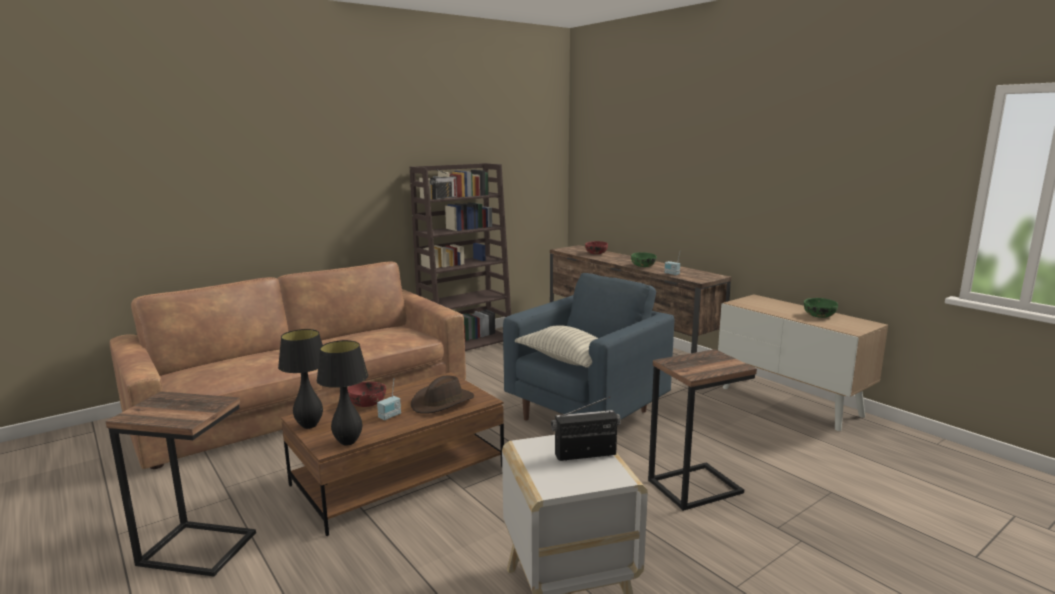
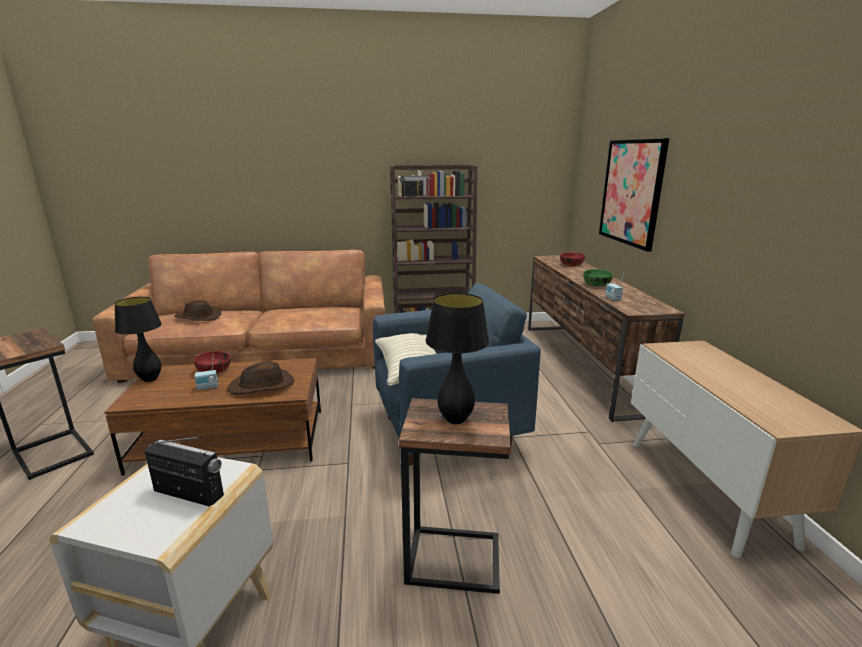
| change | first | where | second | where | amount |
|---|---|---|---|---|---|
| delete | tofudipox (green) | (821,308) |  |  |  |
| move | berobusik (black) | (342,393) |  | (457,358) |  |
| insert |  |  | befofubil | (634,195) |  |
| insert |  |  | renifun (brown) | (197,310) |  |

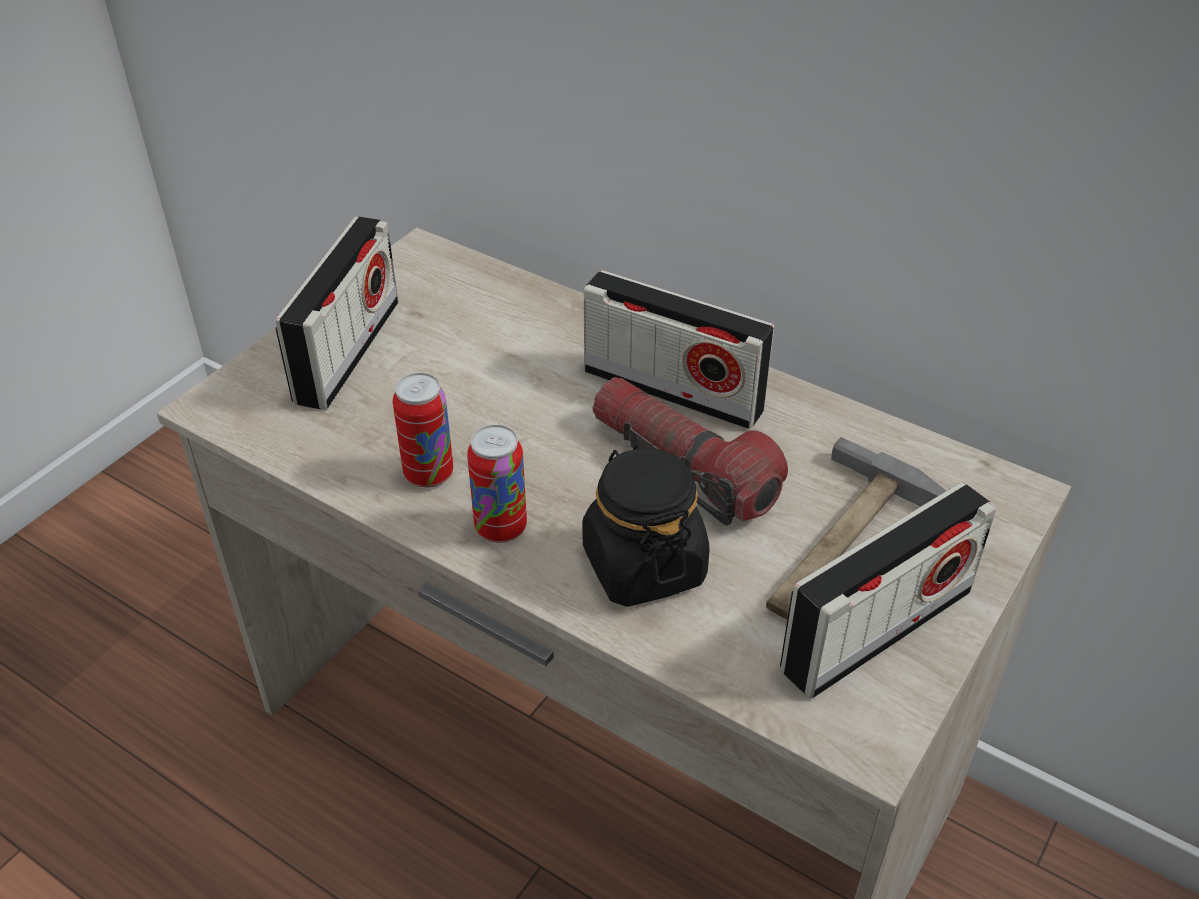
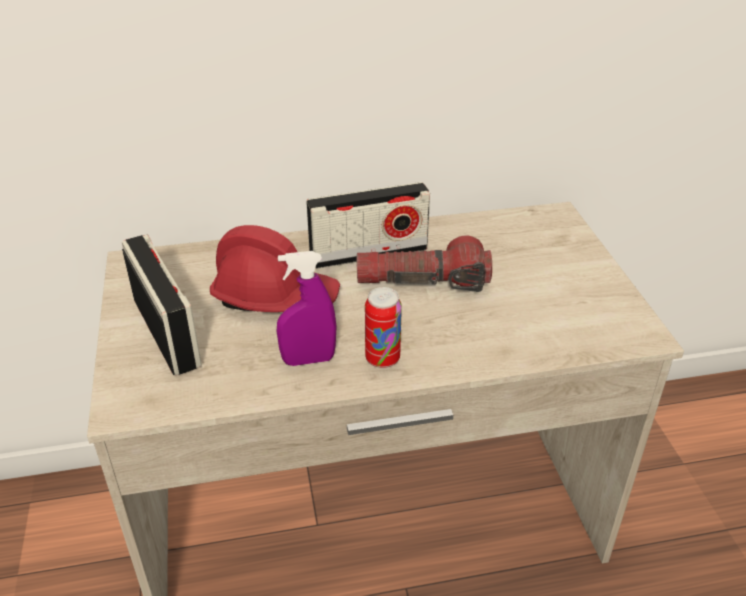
| change | first | where | second | where | amount |
|---|---|---|---|---|---|
| replace | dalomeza | (423,430) | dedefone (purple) | (307,308) |  |
| delete | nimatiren | (856,528) |  |  |  |
| delete | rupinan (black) | (645,525) |  |  |  |
| delete | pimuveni | (888,590) |  |  |  |
| insert |  |  | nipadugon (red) | (275,268) |  |

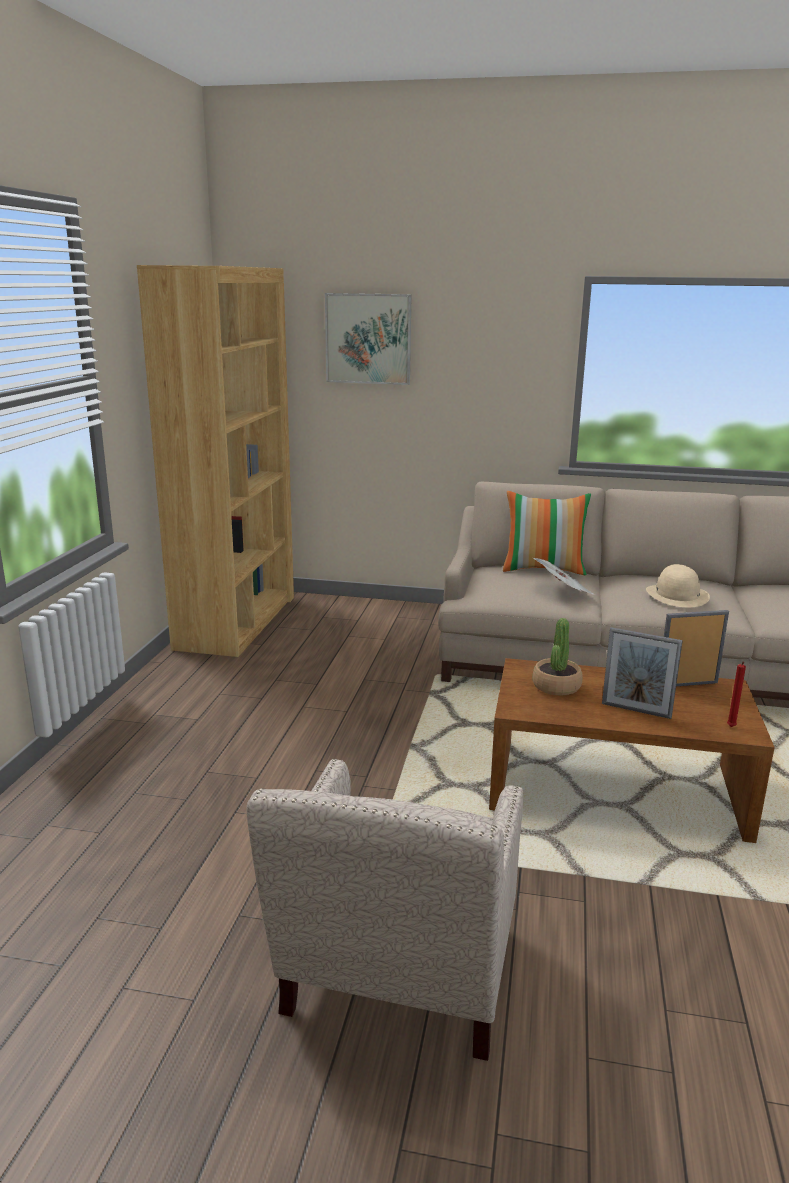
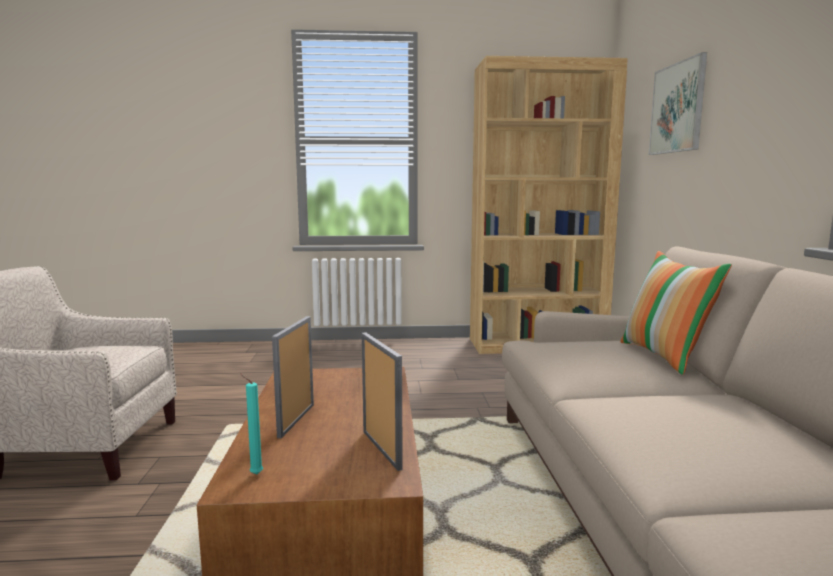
| change | first | where | second | where | amount |
|---|---|---|---|---|---|
| delete | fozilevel | (564,576) |  |  |  |
| delete | renifun (beige) | (678,585) |  |  |  |
| delete | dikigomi | (557,657) |  |  |  |
| recolor | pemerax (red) | (736,694) | pemerax (turquoise) | (251,424) |  |

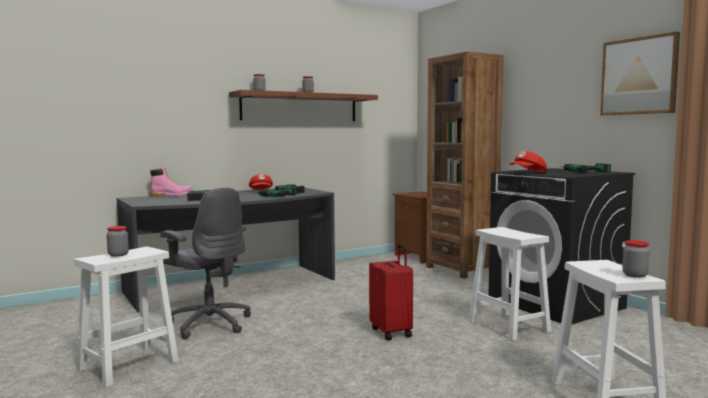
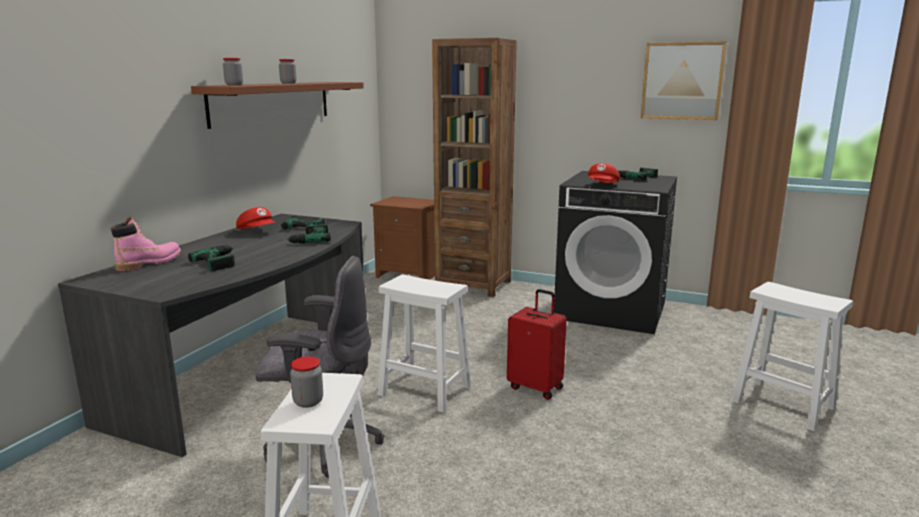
| change | first | where | second | where | amount |
|---|---|---|---|---|---|
| move | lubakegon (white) | (510,284) |  | (424,343) |  |
| delete | rupinan | (636,259) |  |  |  |

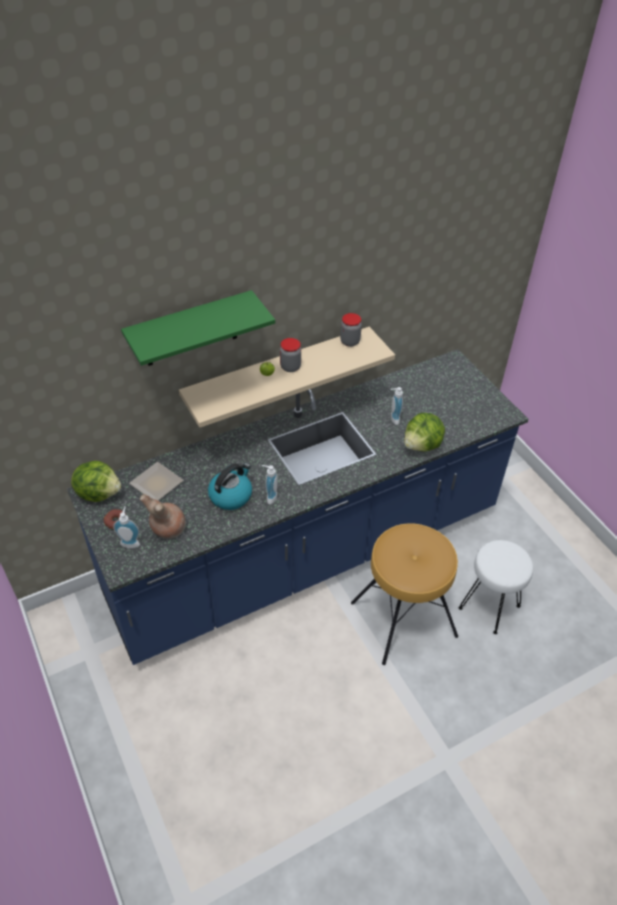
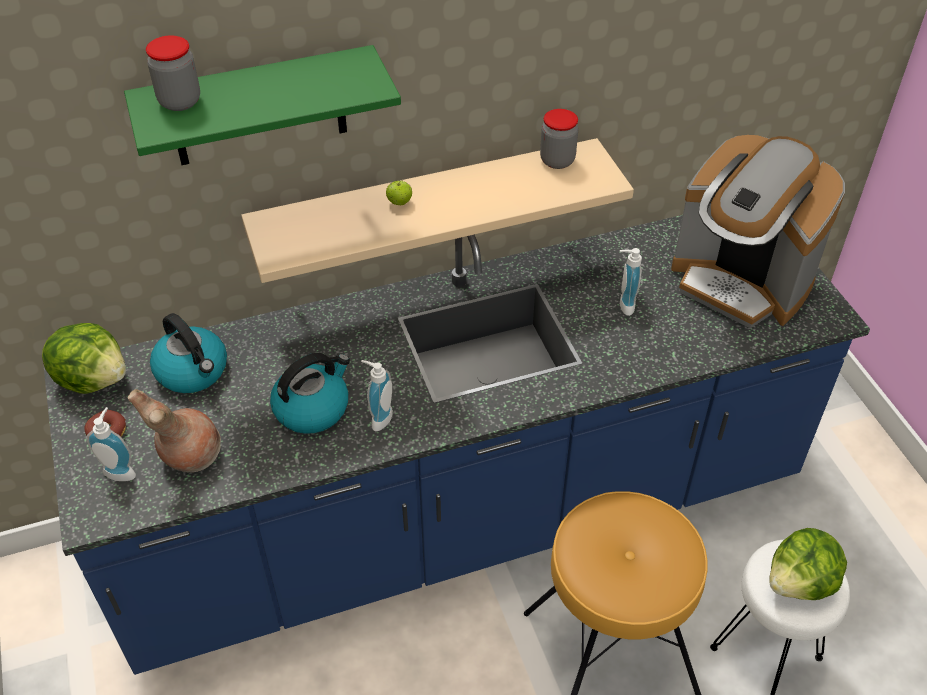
| change | first | where | second | where | amount |
|---|---|---|---|---|---|
| move | rupinan | (290,355) |  | (173,73) |  |
| move | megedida | (424,432) |  | (808,564) |  |
| replace | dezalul | (156,481) | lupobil | (188,353) |  |
| insert |  |  | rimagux | (758,231) |  |

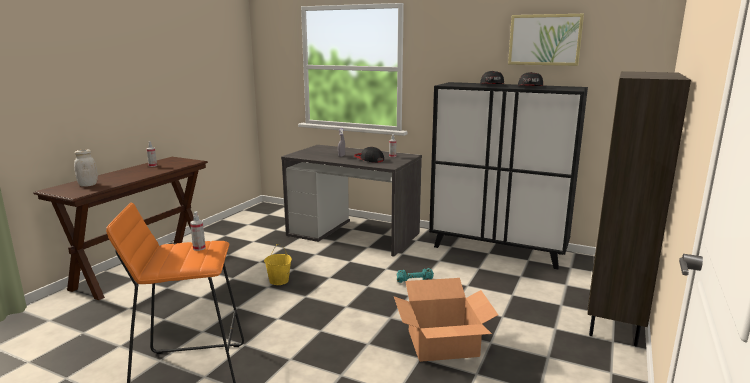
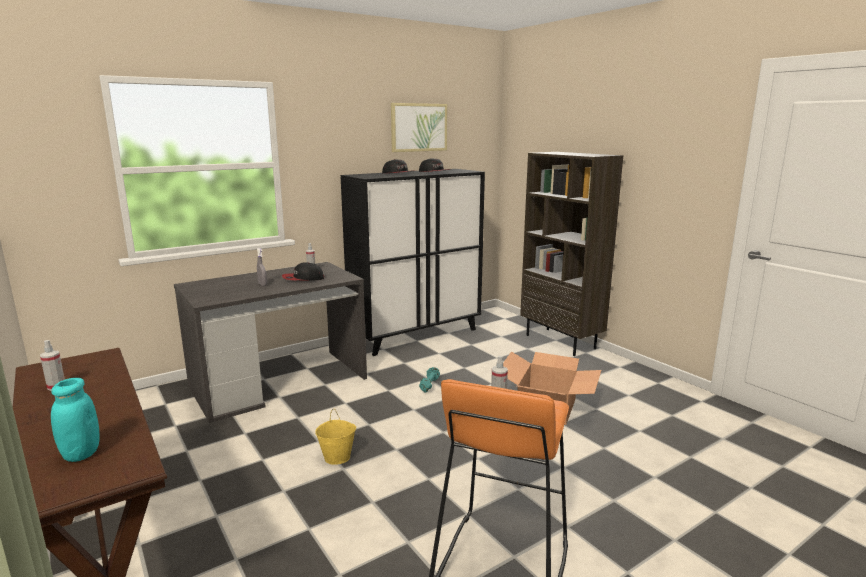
| change | first | where | second | where | amount |
|---|---|---|---|---|---|
| recolor | rupinan (white) | (86,168) | rupinan (turquoise) | (75,420) |  |

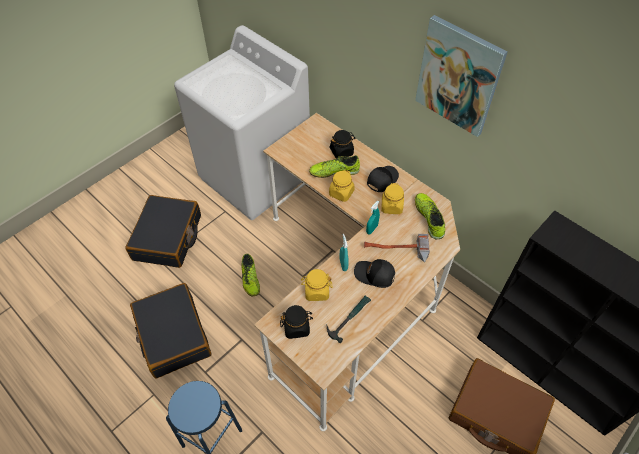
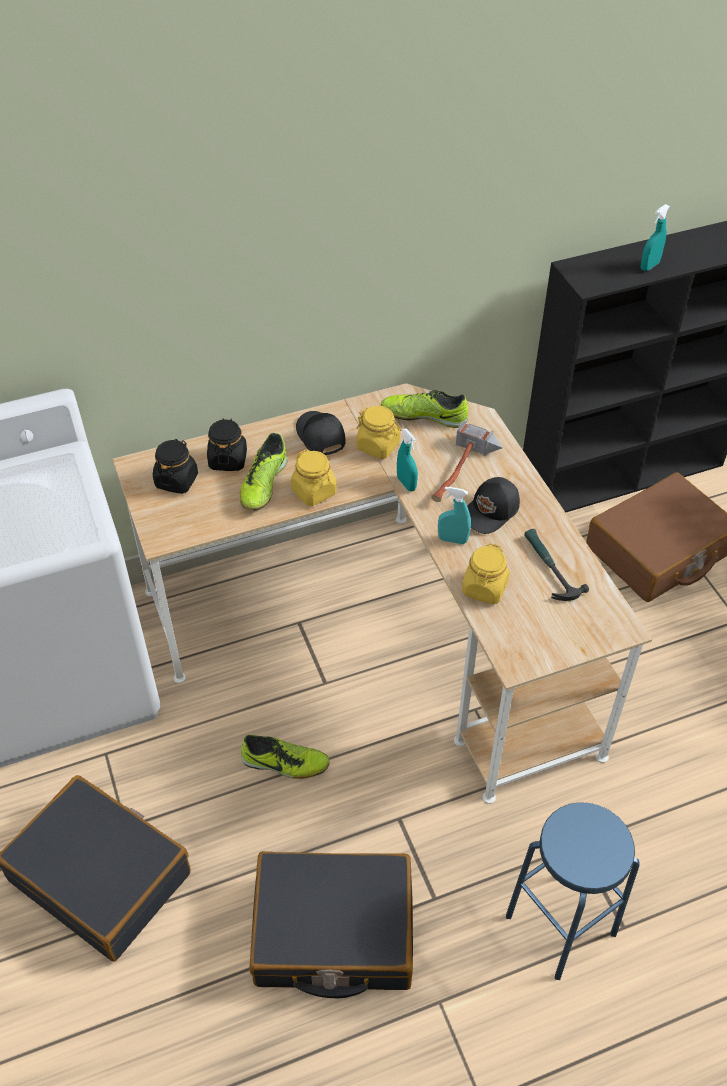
| change | first | where | second | where | amount |
|---|---|---|---|---|---|
| delete | befofubil | (461,76) |  |  |  |
| move | rupinan (black) | (296,322) |  | (175,466) |  |
| insert |  |  | dedefone (turquoise) | (655,237) |  |

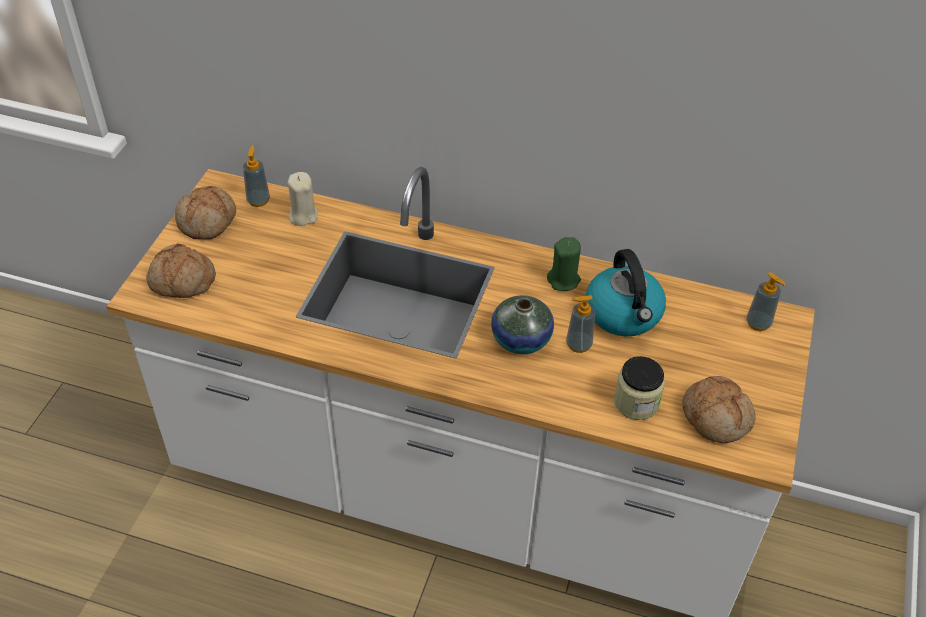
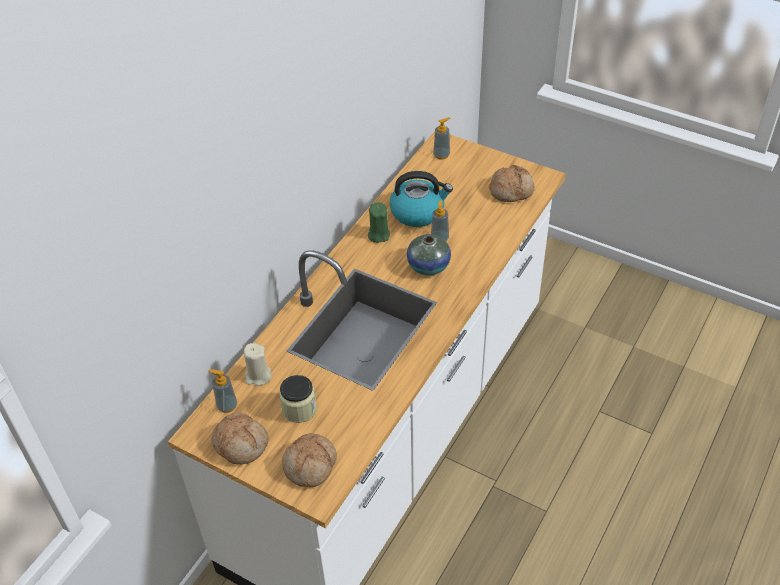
| change | first | where | second | where | amount |
|---|---|---|---|---|---|
| move | rupinan | (639,388) |  | (298,399) |  |

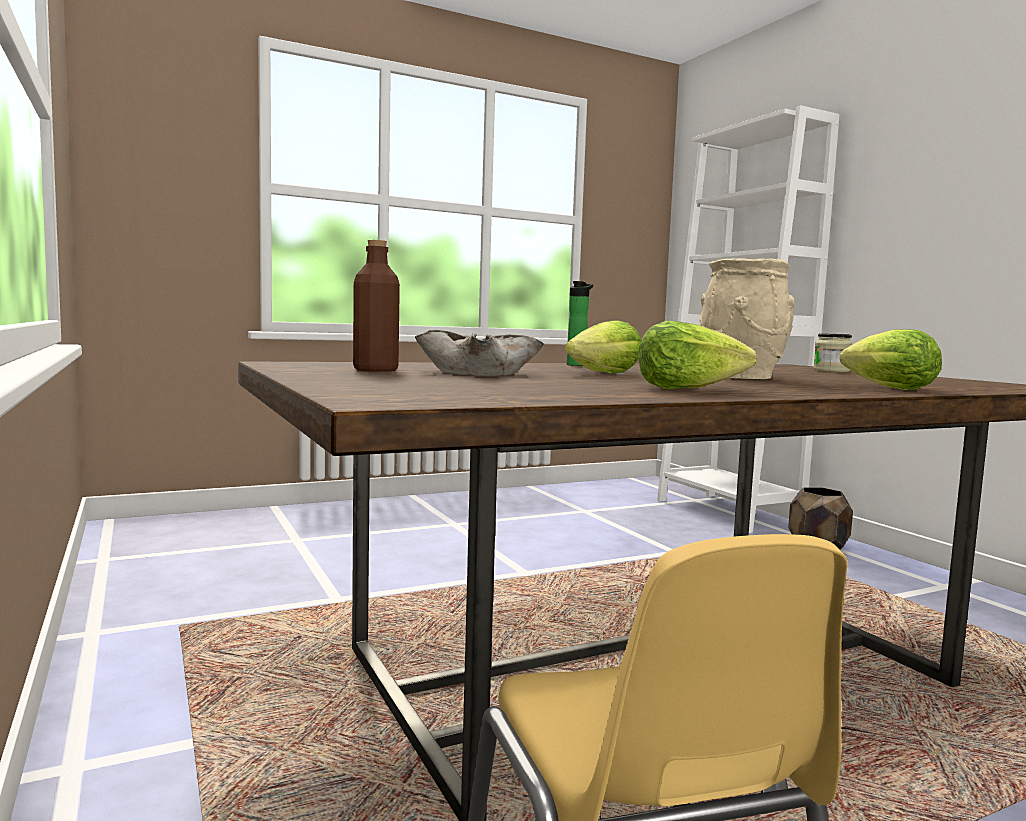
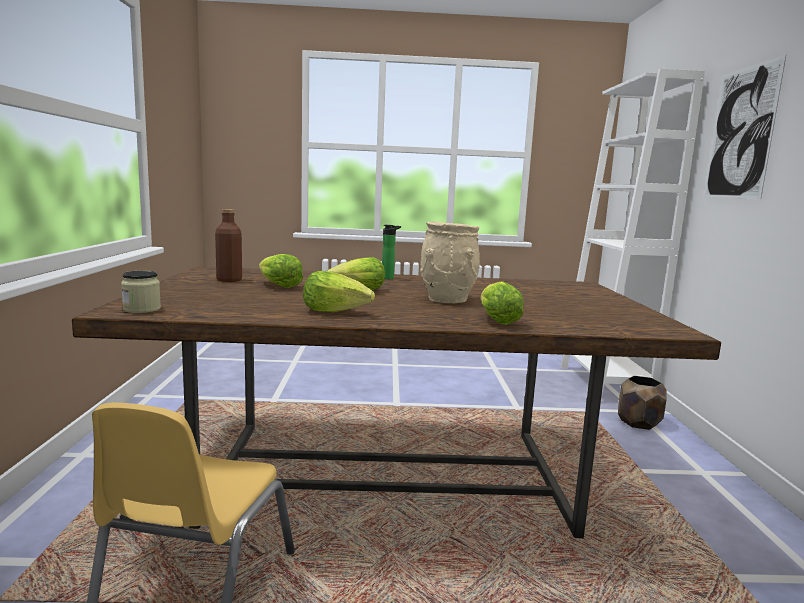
| change | first | where | second | where | amount |
|---|---|---|---|---|---|
| replace | tofudipox (beige) | (479,353) | megedida | (281,271) |  |
| move | rupinan | (833,352) |  | (141,292) |  |
| insert |  |  | befofubil | (745,127) |  |

